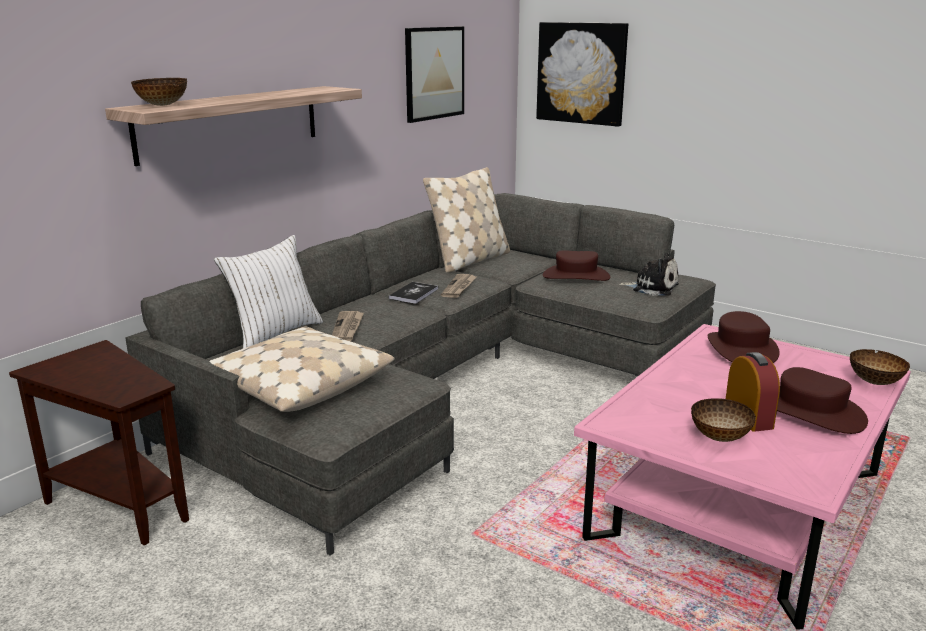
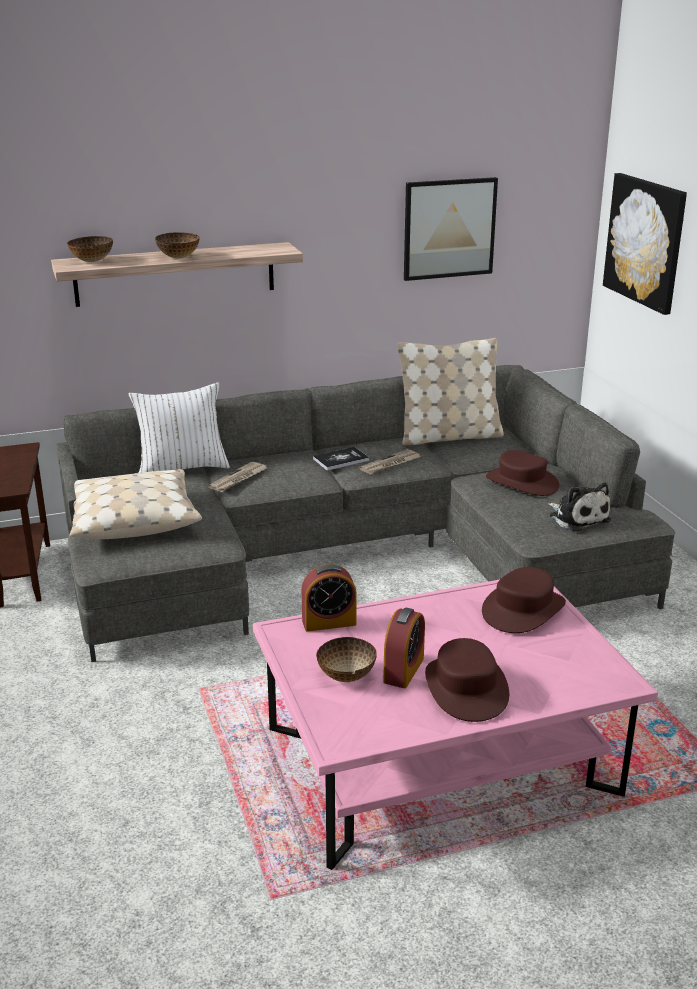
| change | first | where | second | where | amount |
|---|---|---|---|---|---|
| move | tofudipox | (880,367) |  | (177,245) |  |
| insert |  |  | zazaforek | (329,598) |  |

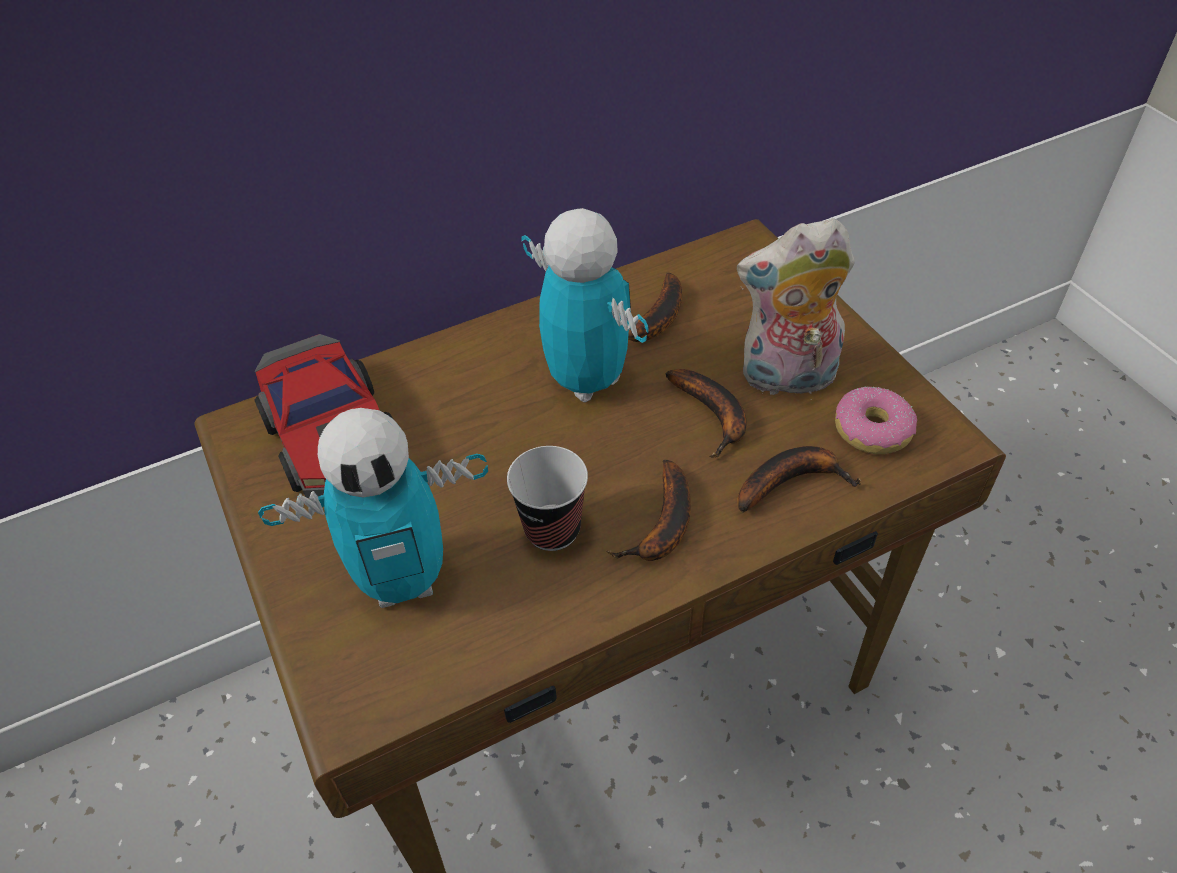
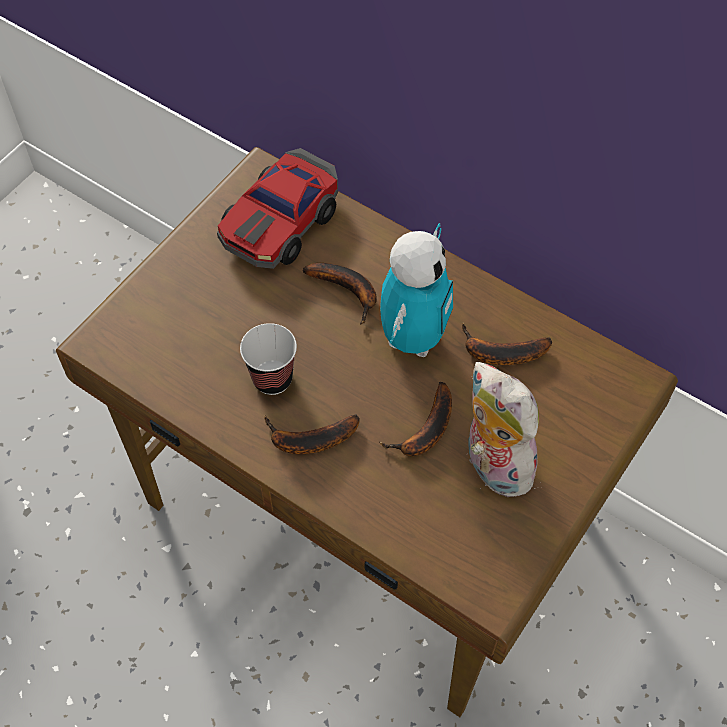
| change | first | where | second | where | amount |
|---|---|---|---|---|---|
| delete | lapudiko | (876,420) |  |  |  |
| delete | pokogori | (373,508) |  |  |  |
| move | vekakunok | (799,479) |  | (340,294) |  |

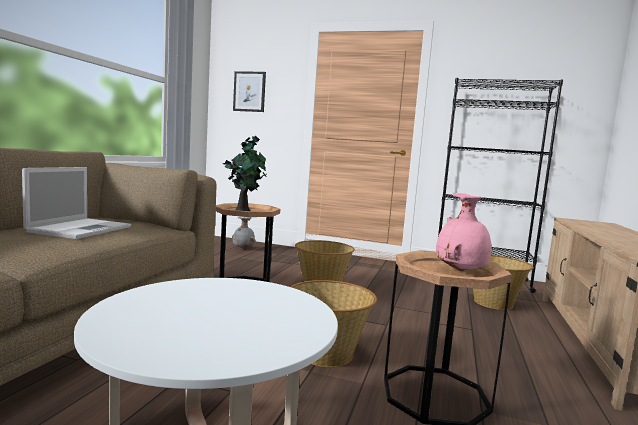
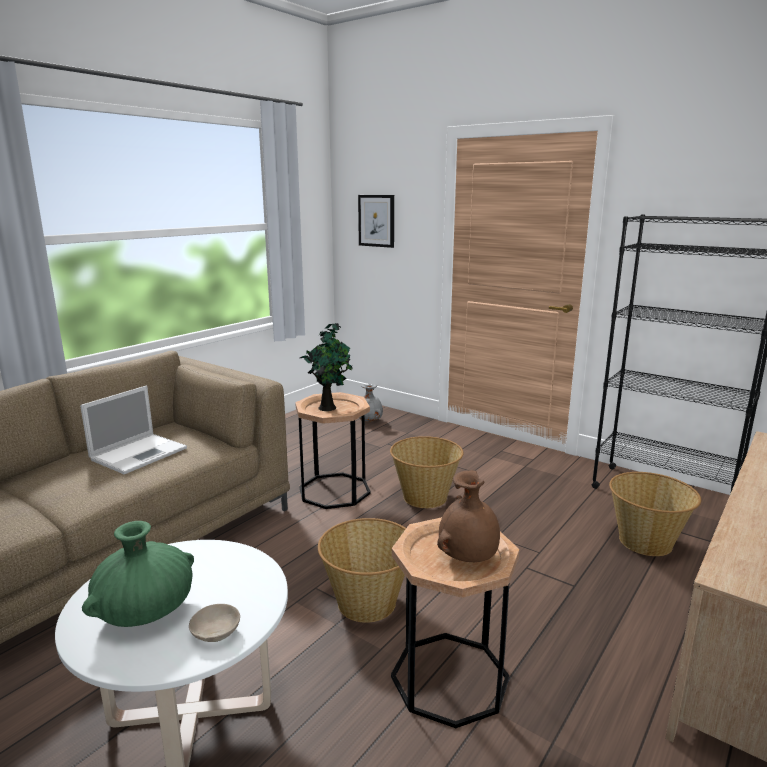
| change | first | where | second | where | amount |
|---|---|---|---|---|---|
| recolor | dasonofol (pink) | (464,232) | dasonofol (brown) | (468,516) |  |
| insert |  |  | dasonofol (green) | (138,574) |  |
| insert |  |  | tofudipox (beige) | (214,623) |  |

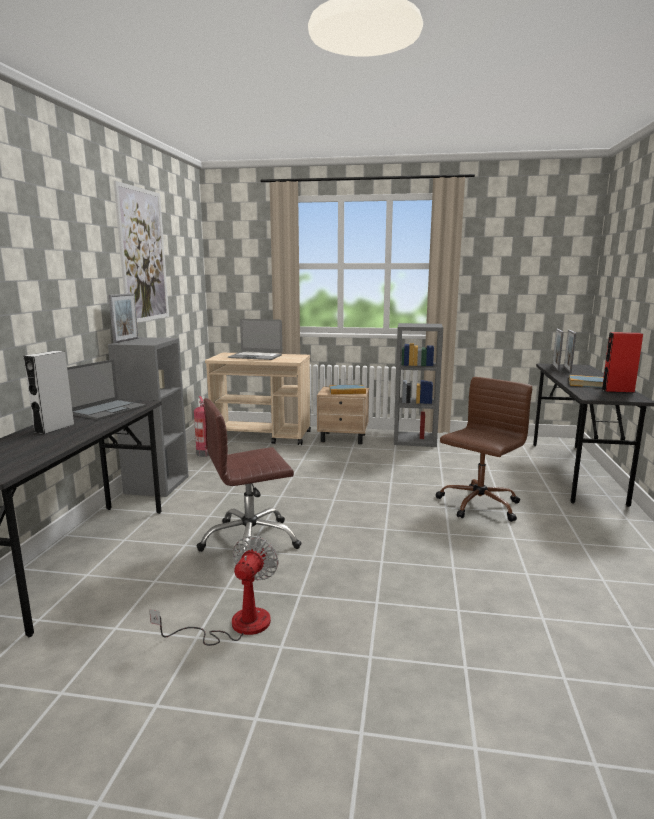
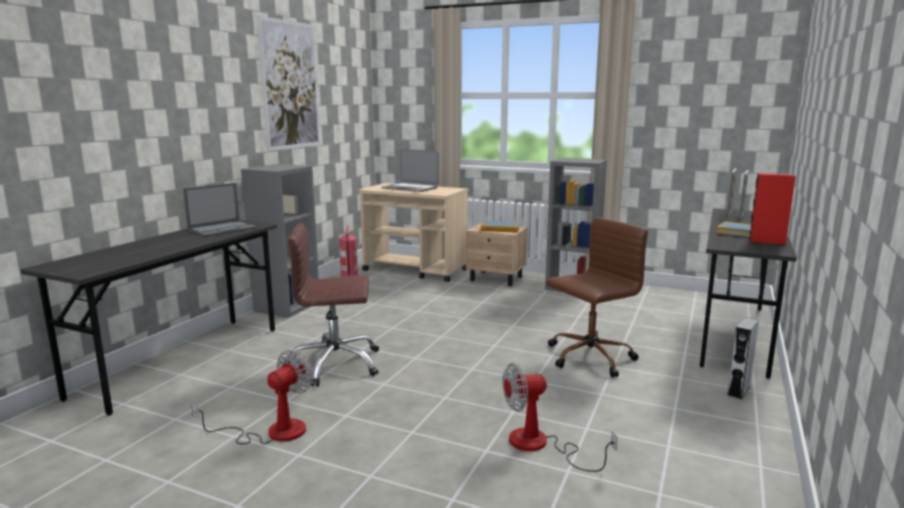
| change | first | where | second | where | amount |
|---|---|---|---|---|---|
| delete | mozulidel | (124,318) |  |  |  |
| move | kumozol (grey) | (49,392) |  | (743,358) |  |
| insert |  |  | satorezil | (560,417) |  |

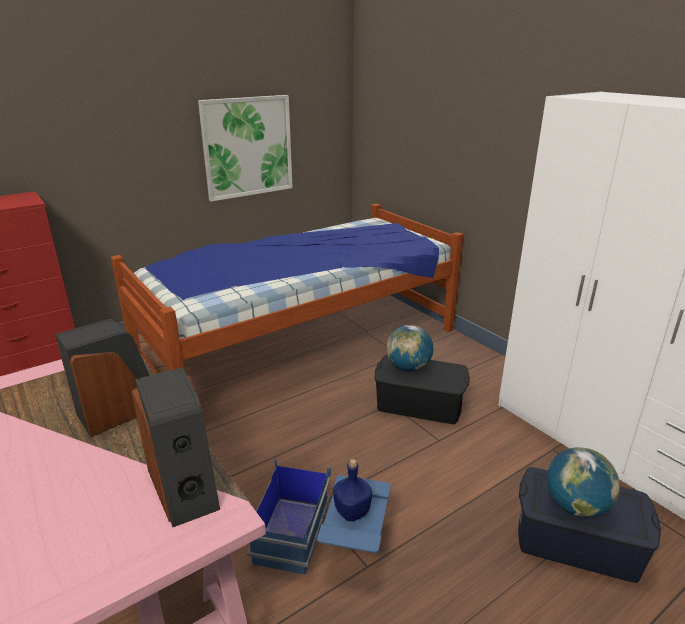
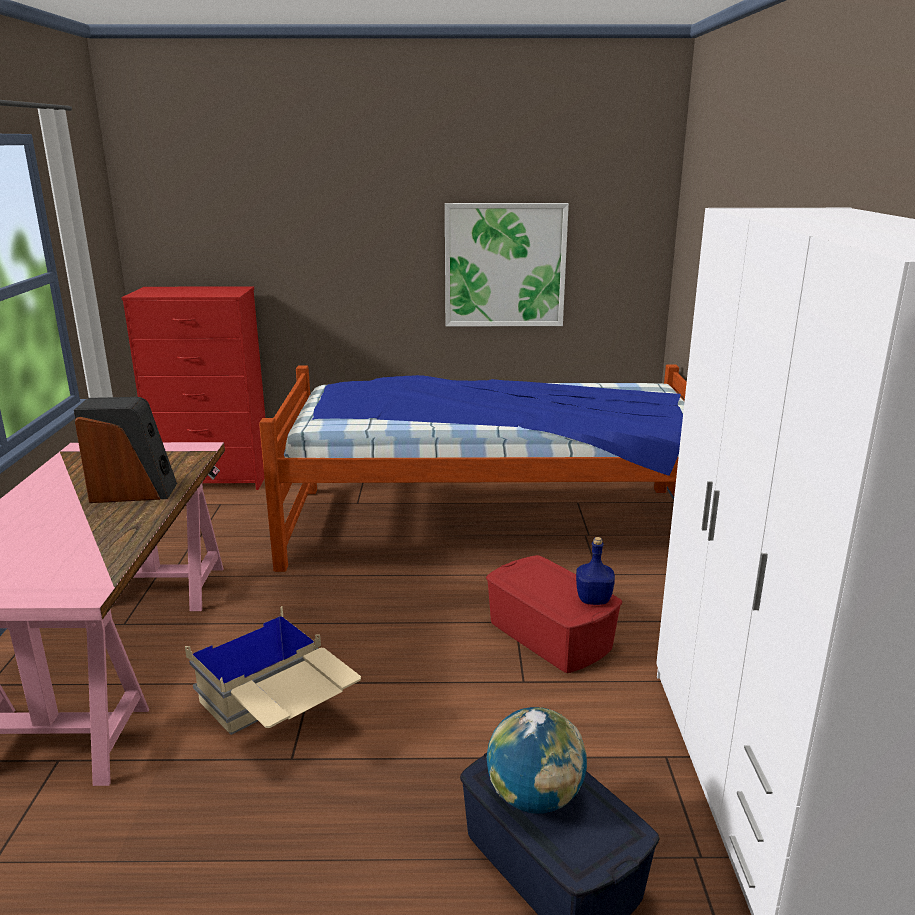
| change | first | where | second | where | amount |
|---|---|---|---|---|---|
| delete | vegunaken | (409,348) |  |  |  |
| recolor | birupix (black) | (422,389) | birupix (red) | (554,614) |  |
| delete | kumozol | (176,447) |  |  |  |
| recolor | birupix (blue) | (319,516) | birupix (beige) | (273,670) |  |
| move | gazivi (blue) | (352,490) |  | (595,571) |  |

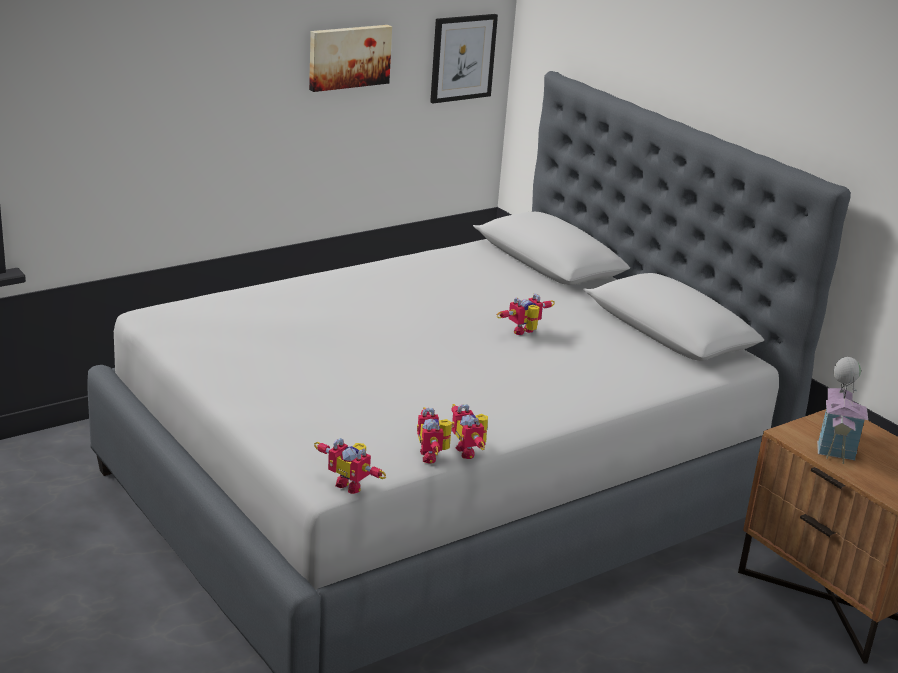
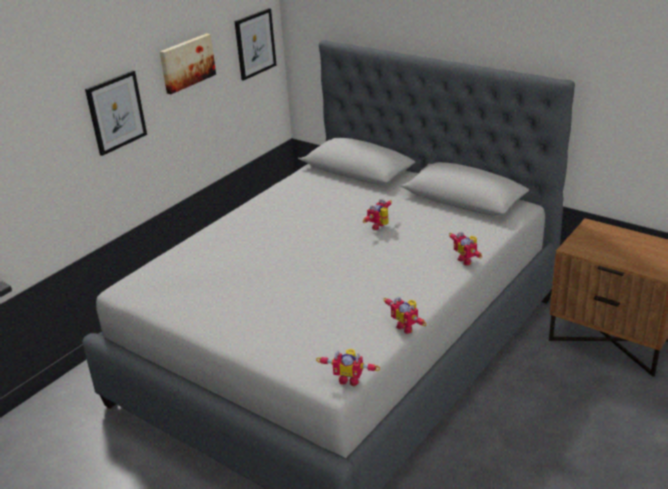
| change | first | where | second | where | amount |
|---|---|---|---|---|---|
| delete | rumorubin | (842,410) |  |  |  |
| move | pokogori | (434,435) |  | (466,248) |  |
| insert |  |  | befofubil | (116,113) |  |

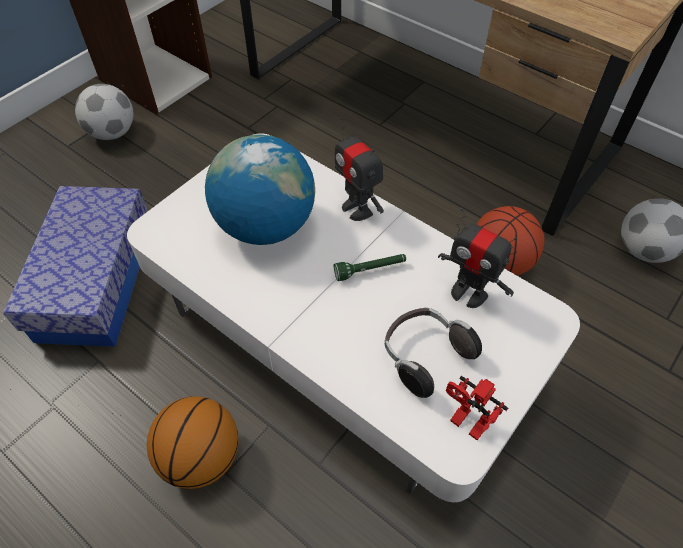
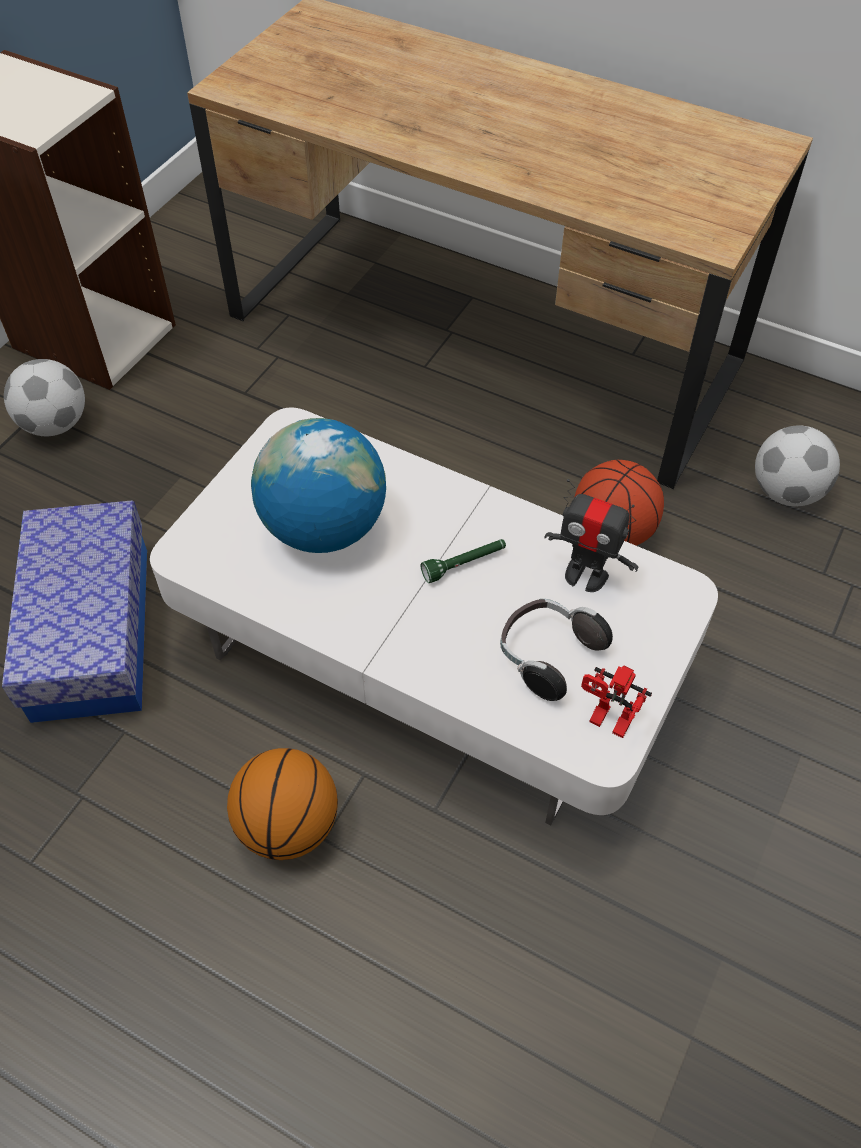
| change | first | where | second | where | amount |
|---|---|---|---|---|---|
| delete | pokogori | (359,169) |  |  |  |

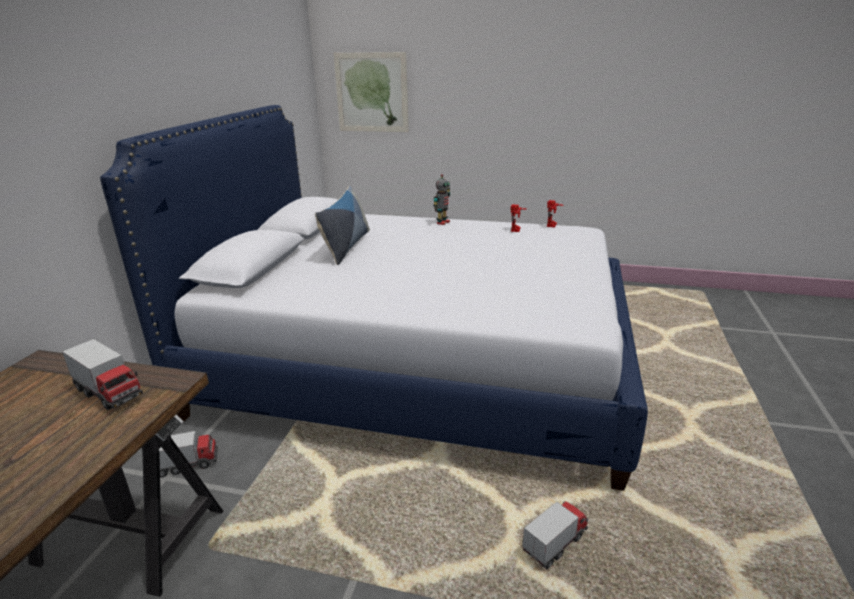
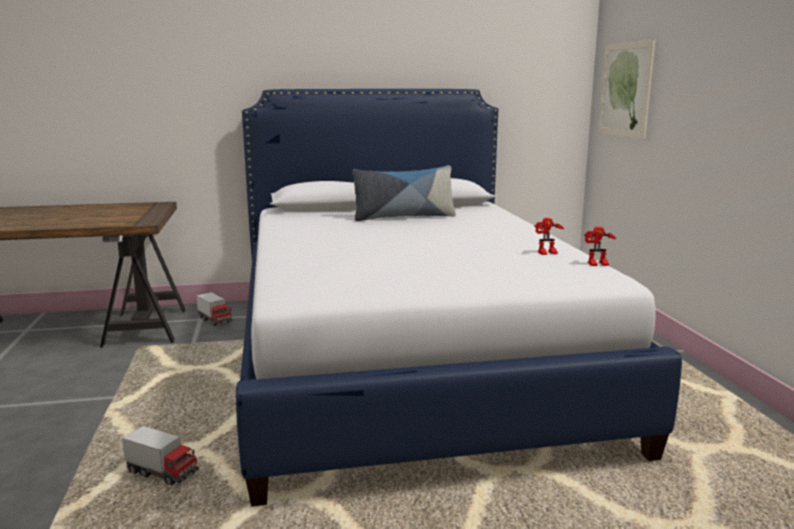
| change | first | where | second | where | amount |
|---|---|---|---|---|---|
| delete | pokogori | (441,199) |  |  |  |
| delete | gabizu | (102,374) |  |  |  |

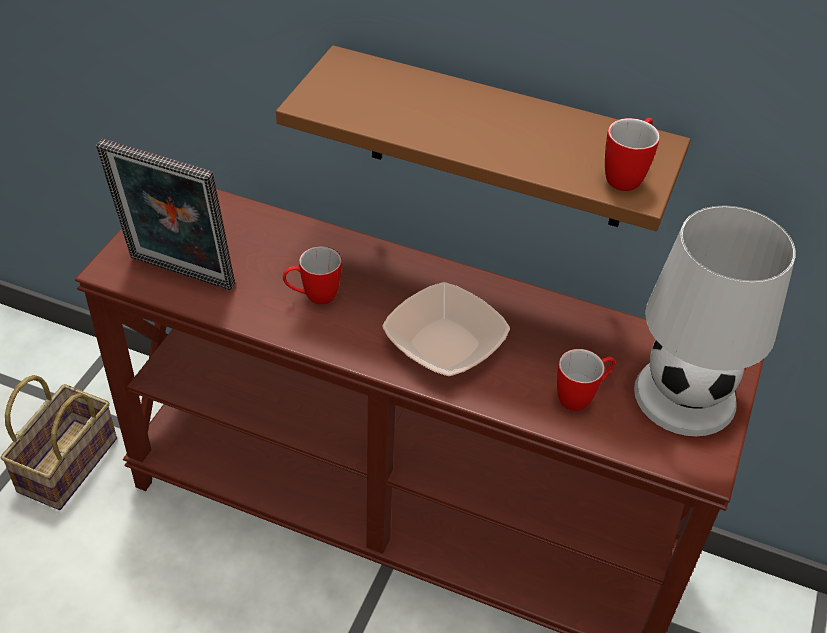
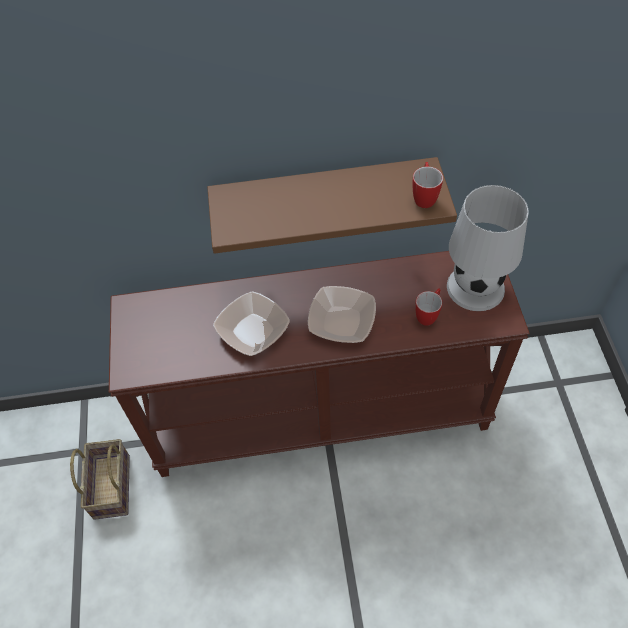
| change | first | where | second | where | amount |
|---|---|---|---|---|---|
| delete | mozulidel | (165,214) |  |  |  |
| replace | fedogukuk | (312,275) | tofudipox | (251,323) |  |

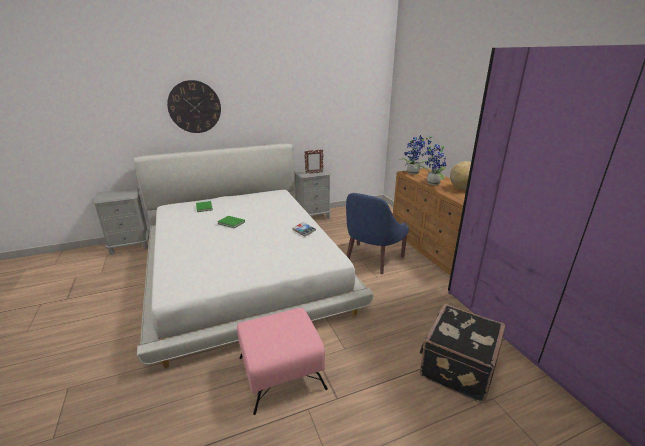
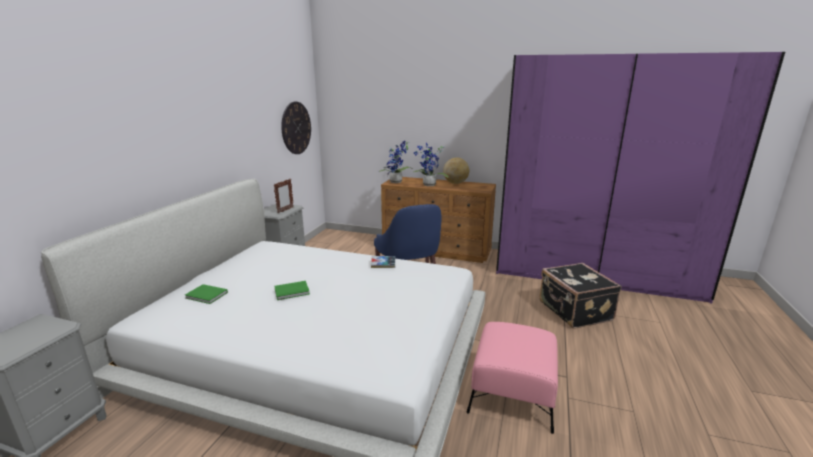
| change | first | where | second | where | amount |
|---|---|---|---|---|---|
| move | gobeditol | (194,106) |  | (296,128) |  |

